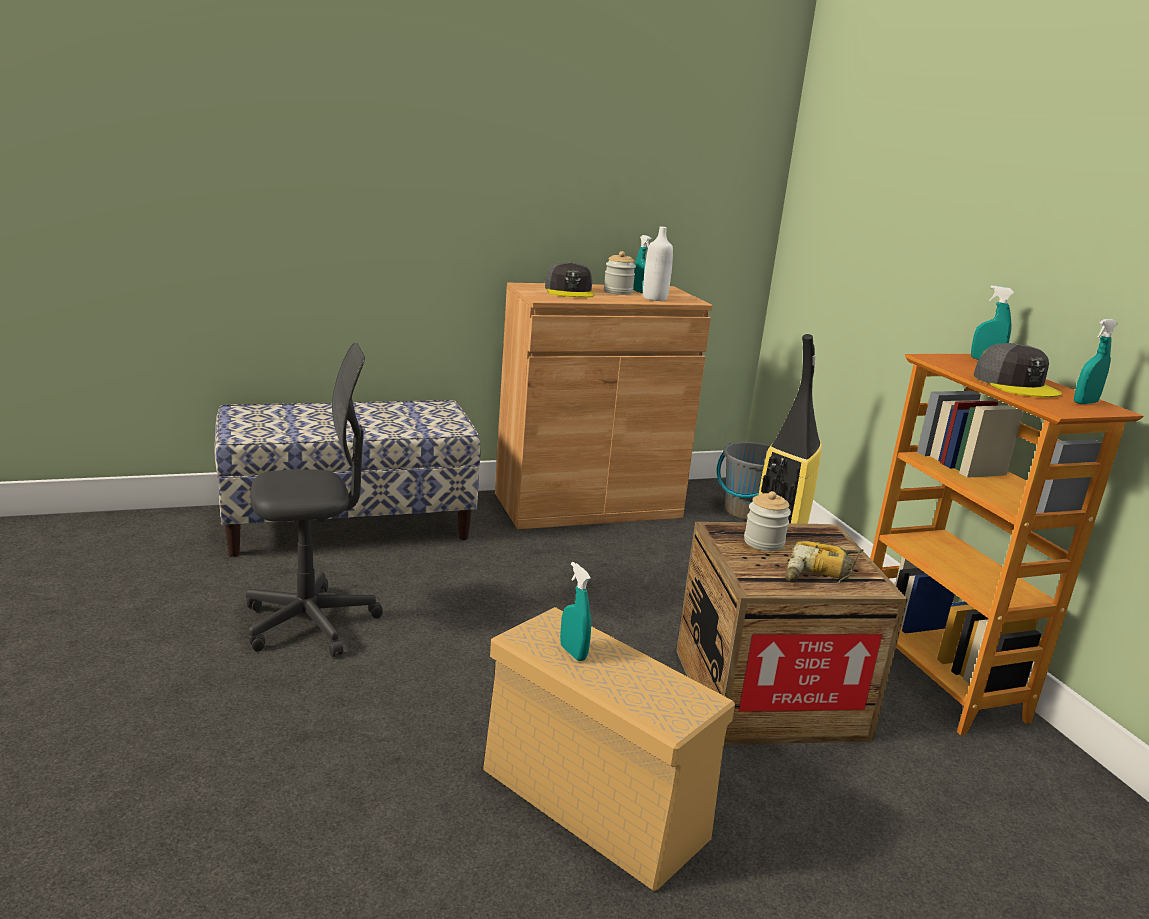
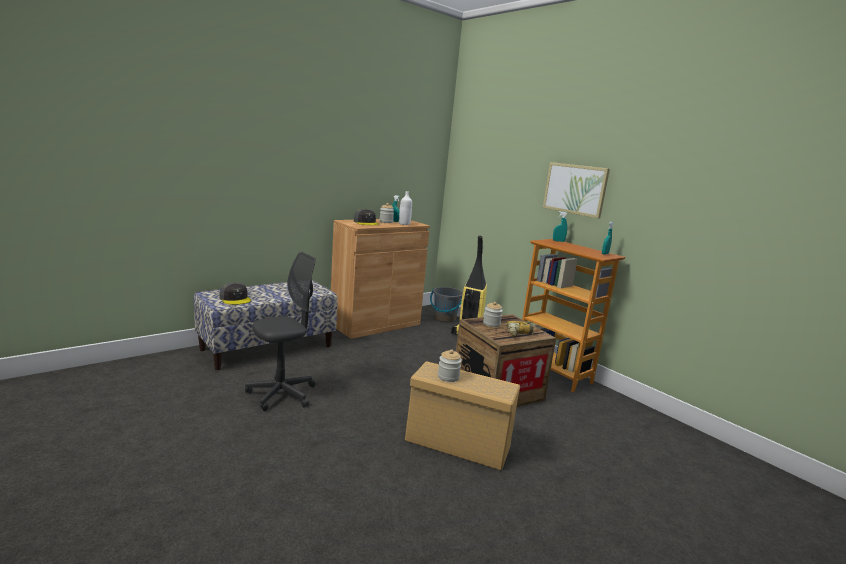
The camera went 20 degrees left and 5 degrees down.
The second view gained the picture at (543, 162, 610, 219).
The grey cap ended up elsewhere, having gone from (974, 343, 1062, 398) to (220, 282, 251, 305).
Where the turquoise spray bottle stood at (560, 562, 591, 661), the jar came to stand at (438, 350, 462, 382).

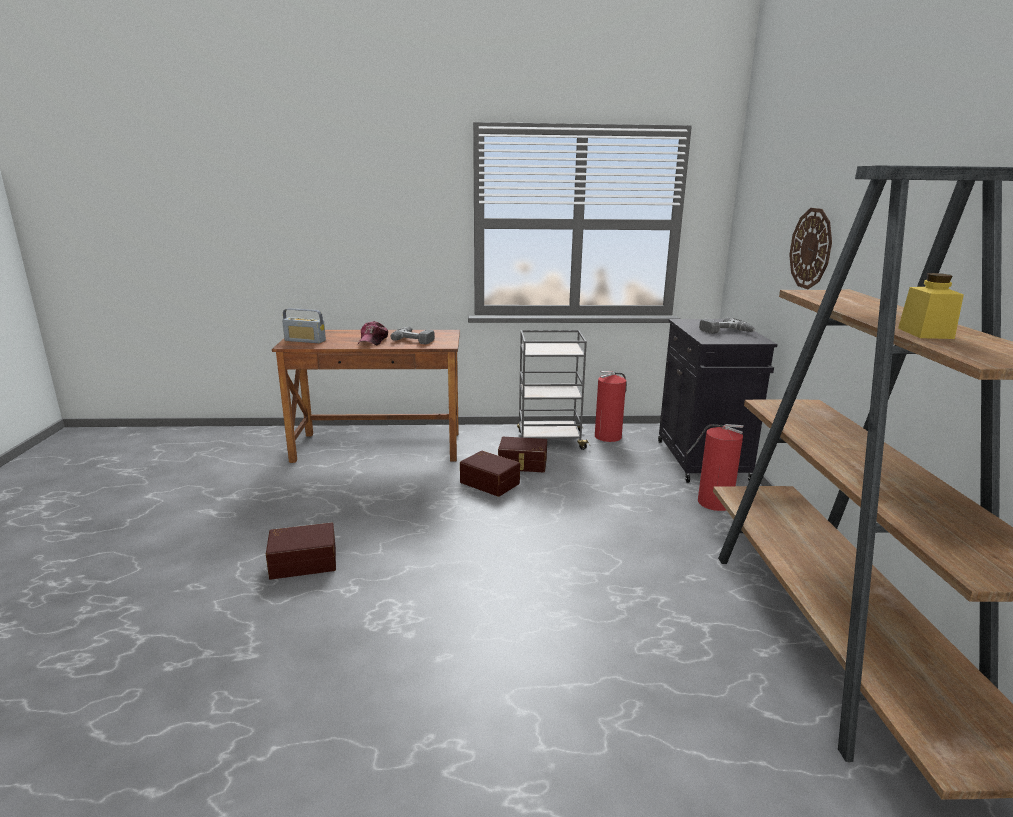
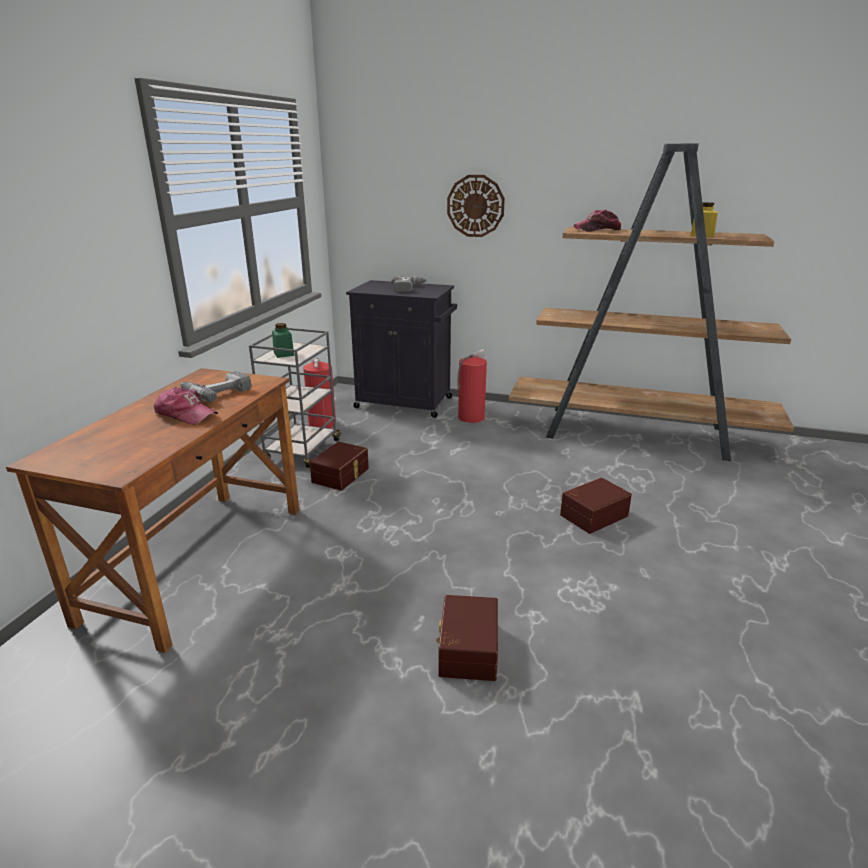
The camera went 70 degrees left and 5 degrees up.
The second view lost the radio at (282, 308, 326, 343).
The second view gained the green jar at (272, 323, 294, 358).
The second view gained the cap at (574, 210, 622, 232).
The brown storage box ended up elsewhere, having gone from (460, 450, 520, 497) to (560, 477, 632, 534).

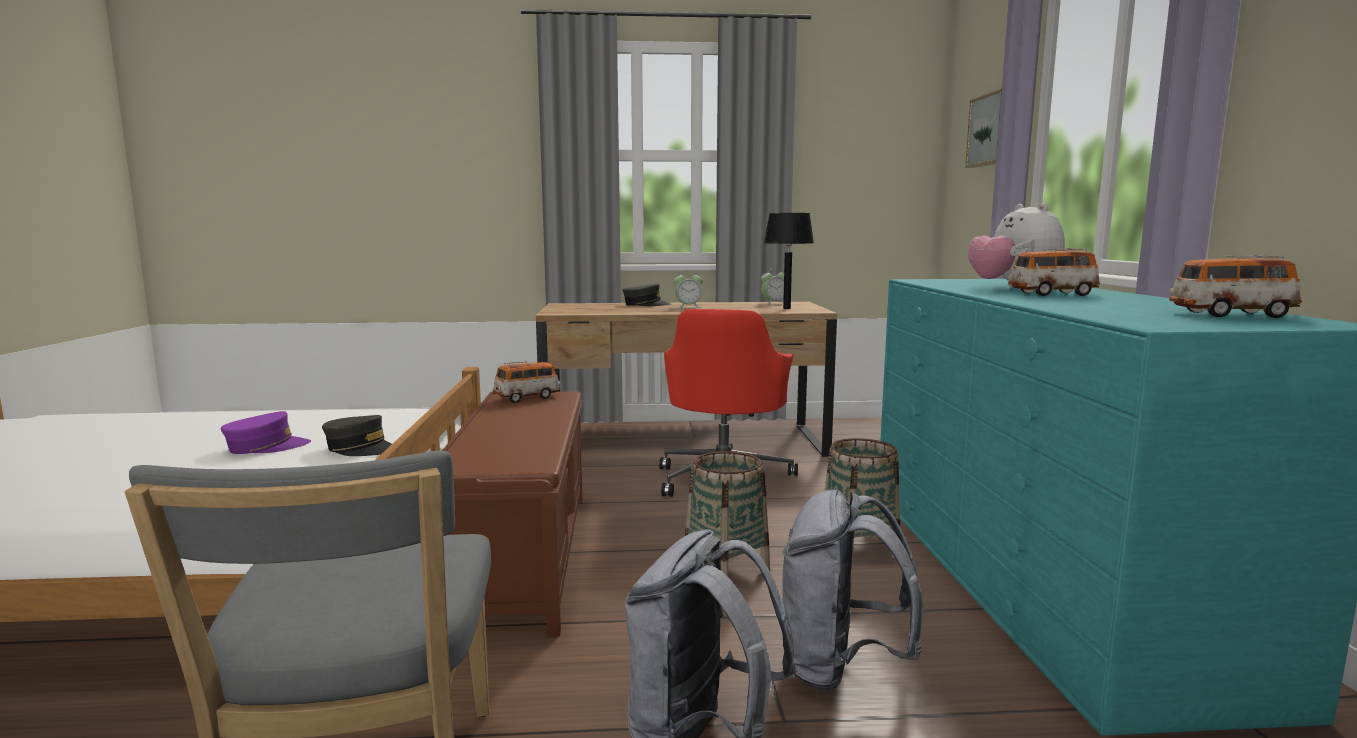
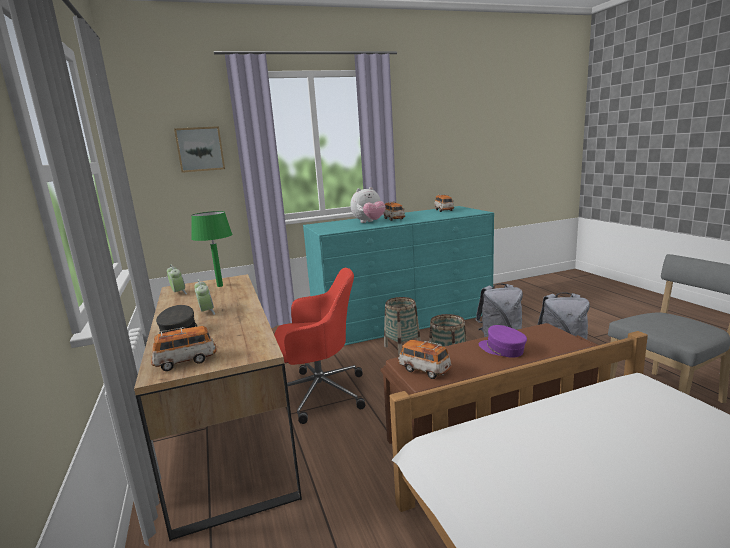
The camera went 105 degrees left and 5 degrees up.
The second view lost the grey cap at (322, 415, 392, 456).
The second view gained the toy car at (151, 326, 217, 371).
The purple cap ended up elsewhere, having gone from (221, 411, 311, 454) to (479, 325, 527, 357).
What was the black table lamp at (764, 213, 814, 309) turned into the green table lamp at (191, 211, 232, 287).

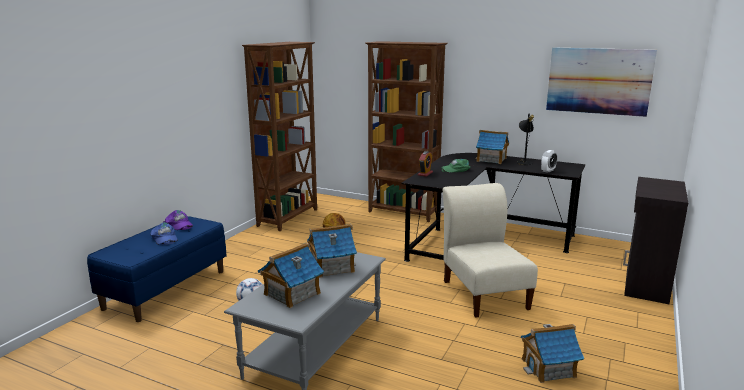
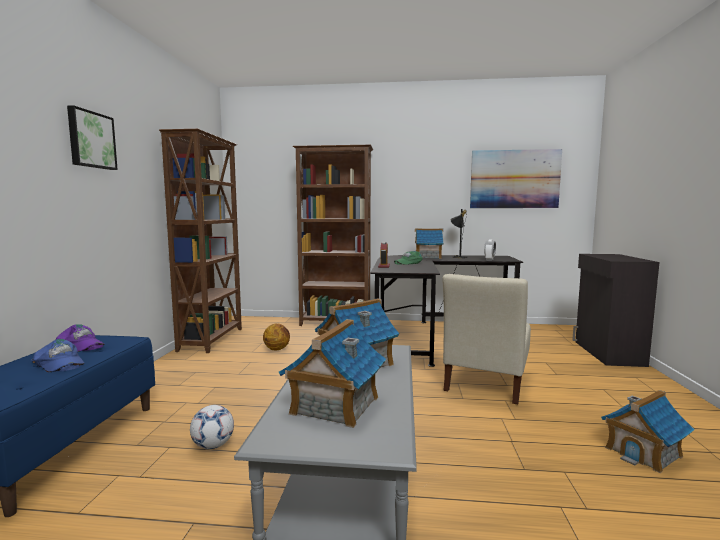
The camera went 20 degrees left and 10 degrees down.
The second view gained the picture at (67, 105, 118, 170).
The beige chair at (443, 183, 538, 318) ended up facing another way, 120 degrees counterclockwise from before.

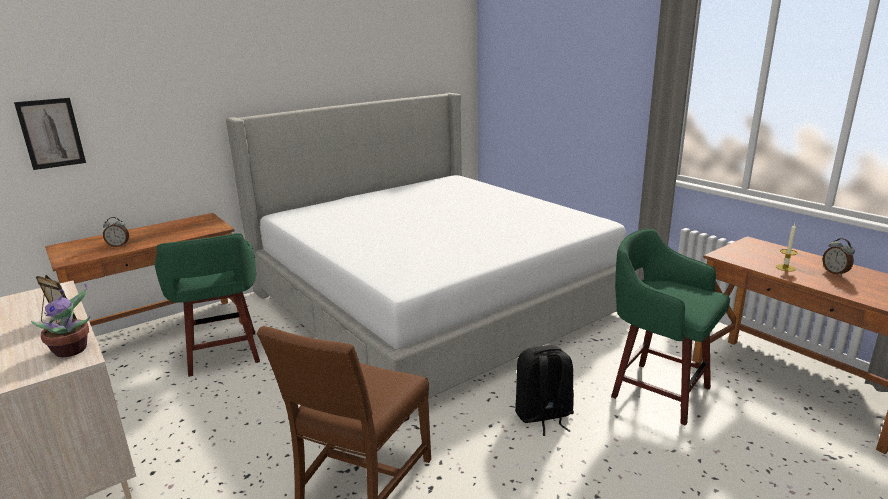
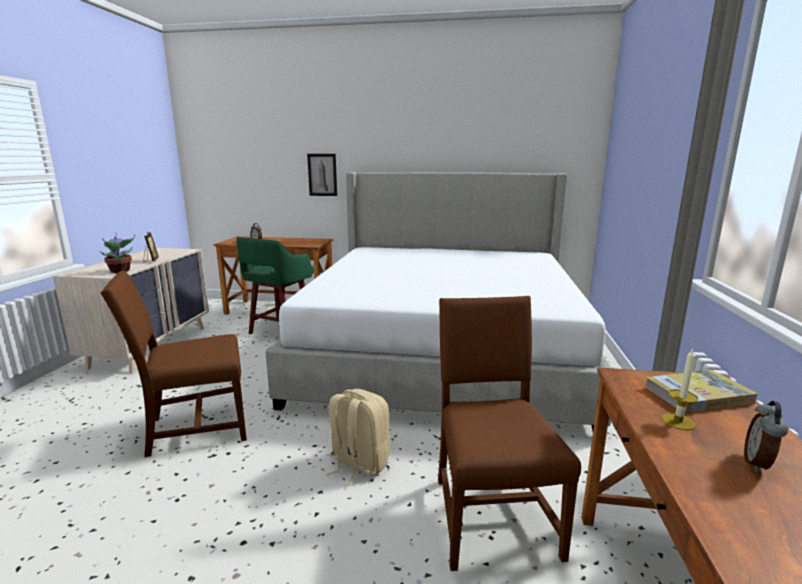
The camera went 45 degrees right and 5 degrees down.
The second view gained the book at (645, 370, 758, 413).
The picture ended up elsewhere, having gone from (14, 98, 86, 170) to (307, 154, 337, 196).
Where the green stool stood at (611, 228, 730, 425), the brown chair came to stand at (438, 296, 581, 571).
What was the black backpack at (515, 345, 574, 436) turned into the beige backpack at (326, 389, 391, 486).

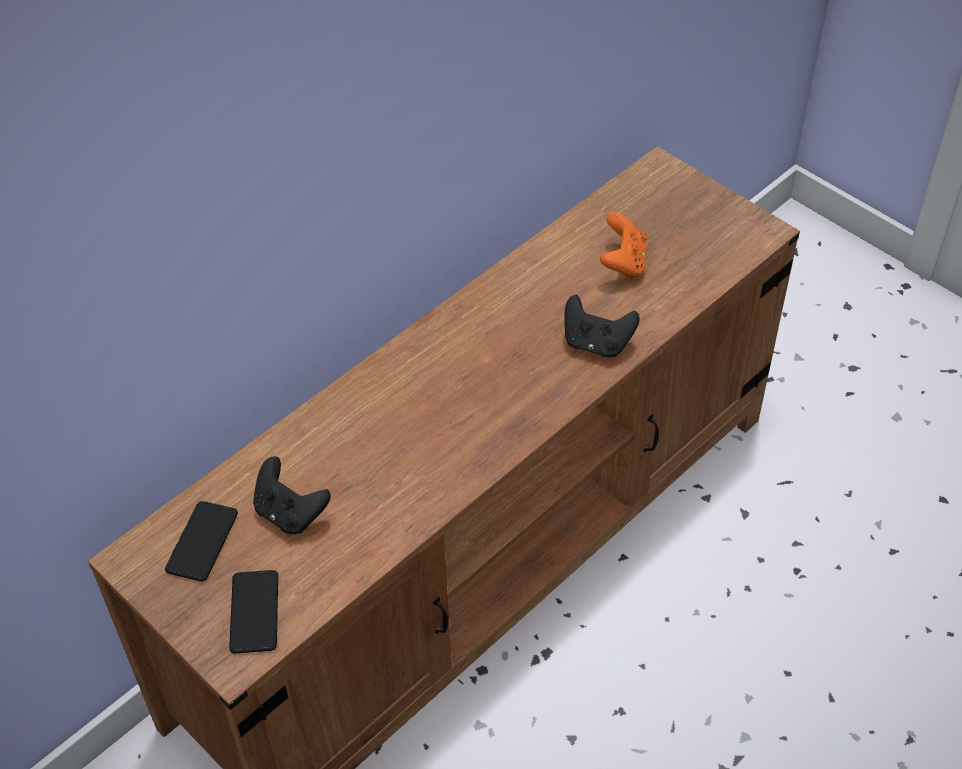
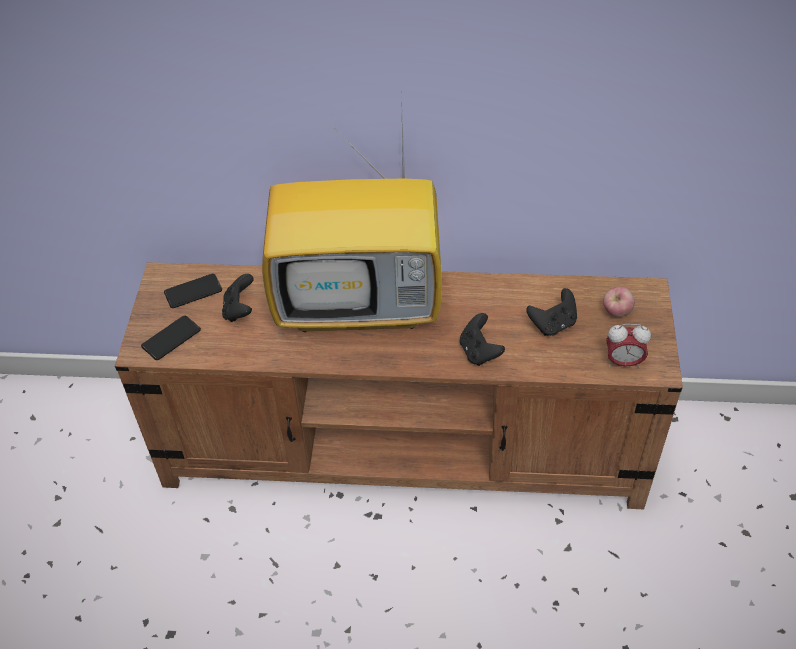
The camera went 50 degrees right and 0 degrees up.
The second view gained the television at (262, 94, 442, 332).
The second view gained the apple at (603, 287, 635, 317).
The second view gained the alarm clock at (606, 324, 651, 368).
What was the orange game controller at (600, 212, 648, 280) turned into the black game controller at (526, 288, 577, 336).

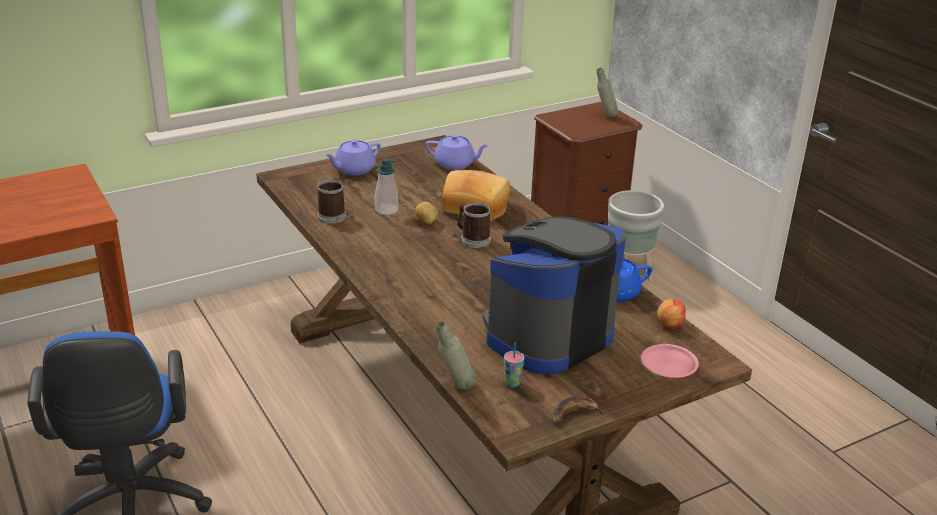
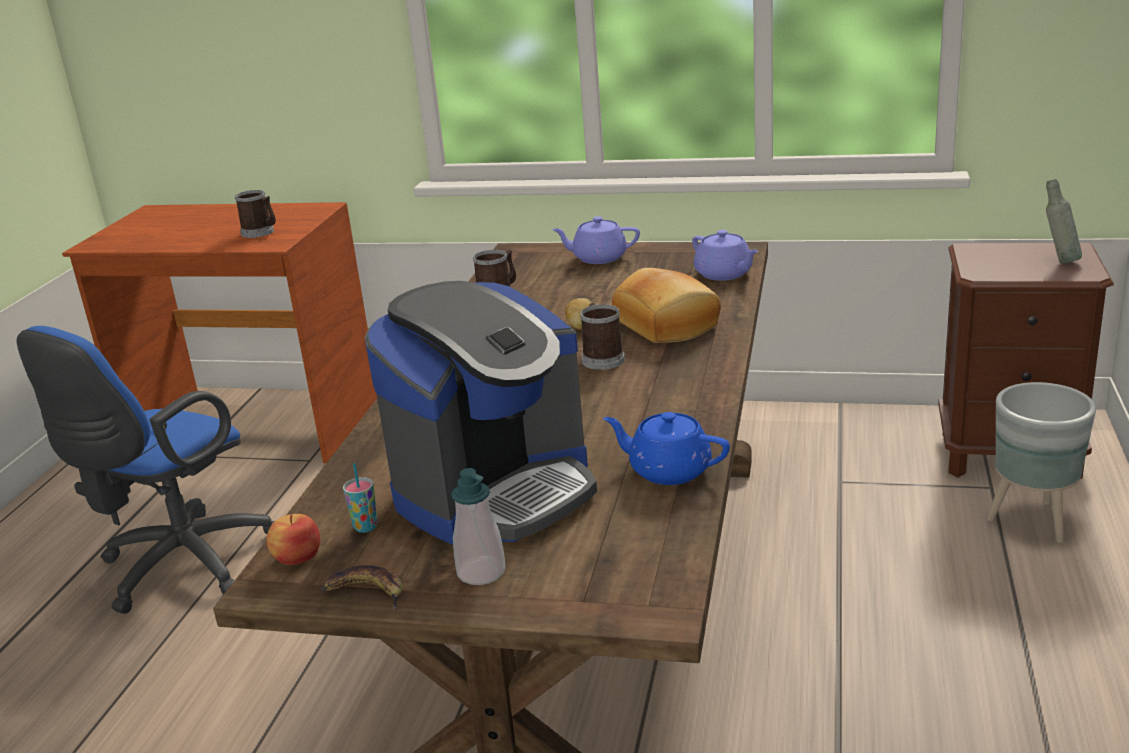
The camera went 45 degrees right and 5 degrees down.
The second view lost the grey bottle at (436, 321, 476, 390).
The second view lost the pink plate at (641, 344, 699, 378).
The second view gained the mug at (235, 190, 276, 238).
The soap dispenser ended up elsewhere, having gone from (375, 158, 398, 215) to (451, 468, 506, 585).
The apple ended up elsewhere, having gone from (657, 299, 686, 329) to (266, 514, 320, 565).
The coffee machine at (483, 217, 626, 374) ended up facing another way, 135 degrees clockwise from before.

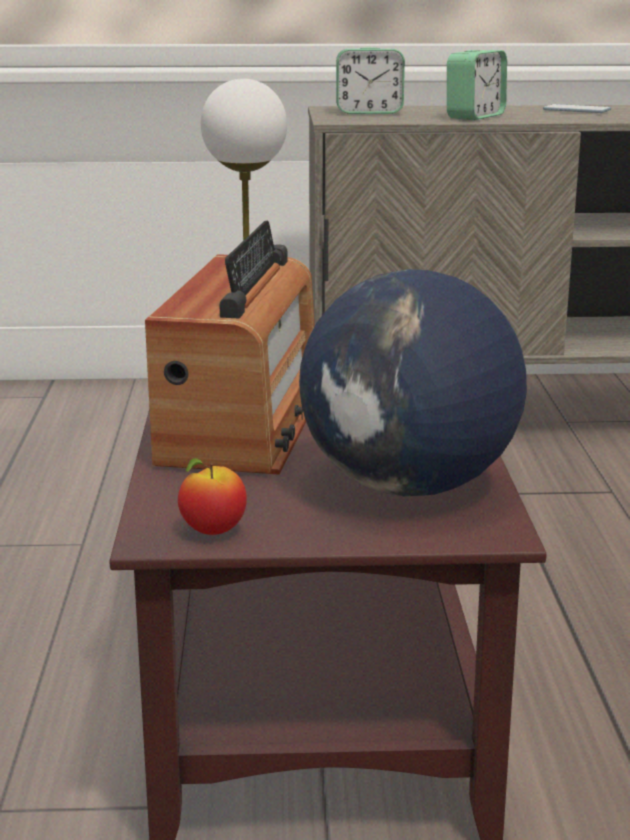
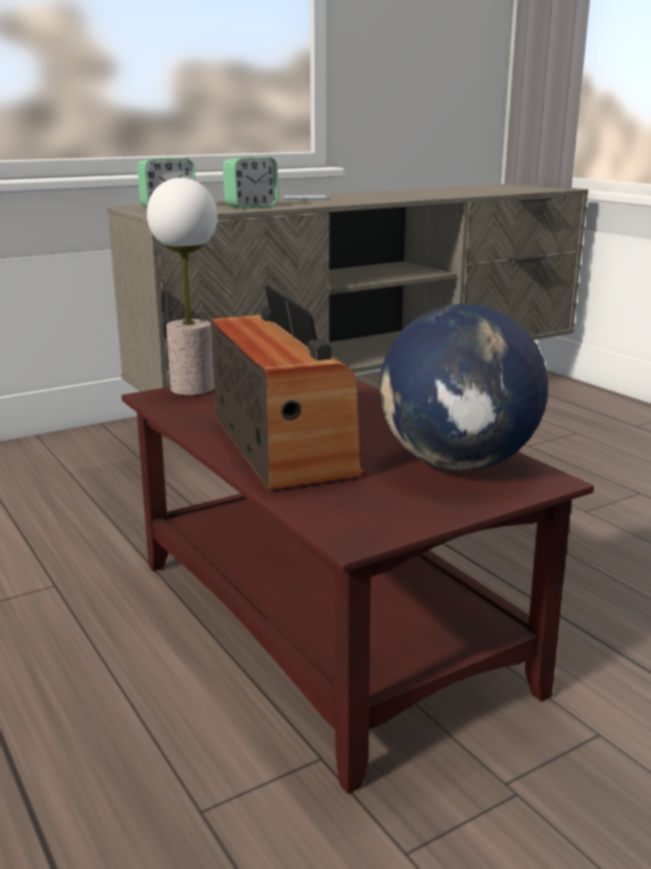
The camera went 30 degrees left and 0 degrees up.
The second view lost the apple at (178, 458, 247, 535).
The alarm clock at (447, 50, 507, 120) ended up facing another way, 45 degrees clockwise from before.

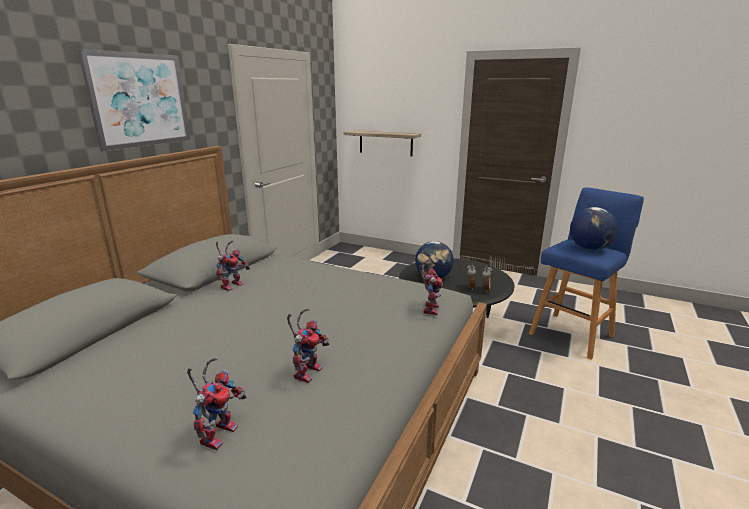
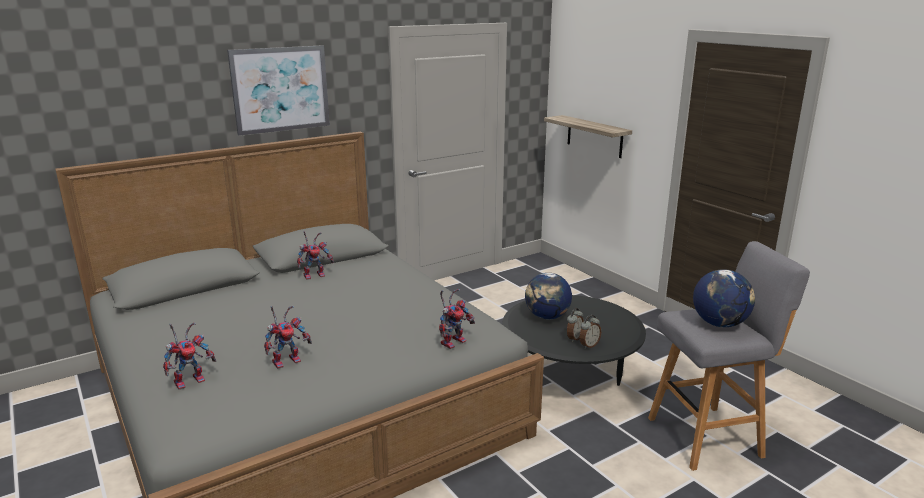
The camera went 30 degrees right and 0 degrees up.
What was the blue stool at (529, 187, 644, 360) turned into the grey stool at (648, 241, 810, 471).

